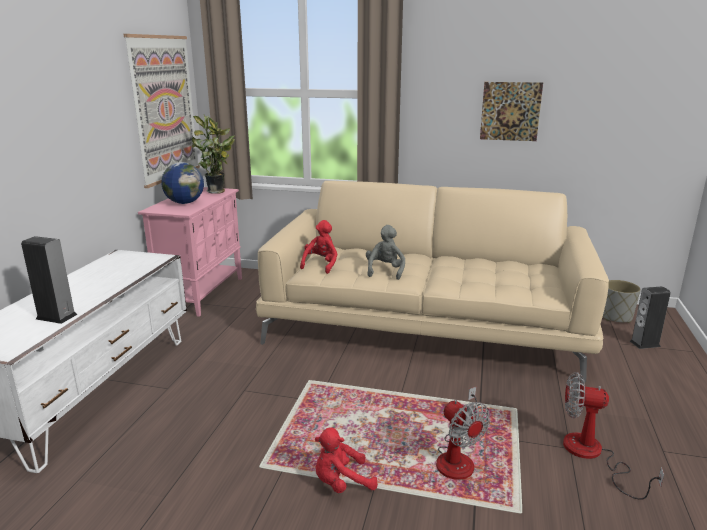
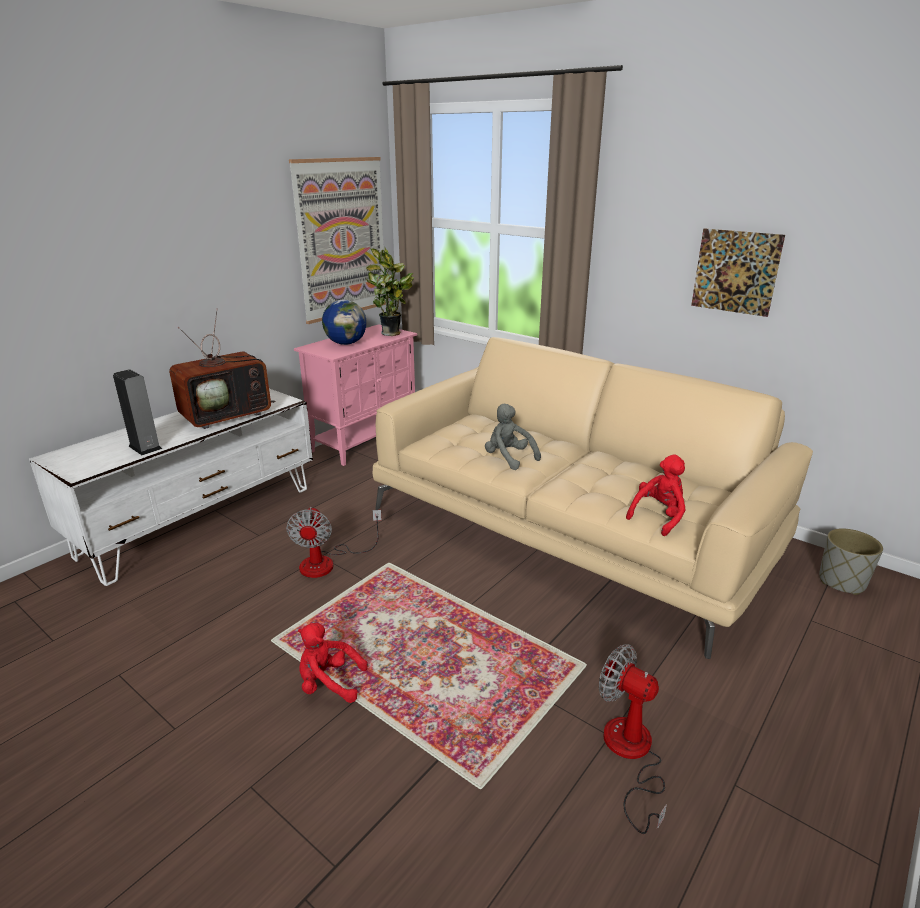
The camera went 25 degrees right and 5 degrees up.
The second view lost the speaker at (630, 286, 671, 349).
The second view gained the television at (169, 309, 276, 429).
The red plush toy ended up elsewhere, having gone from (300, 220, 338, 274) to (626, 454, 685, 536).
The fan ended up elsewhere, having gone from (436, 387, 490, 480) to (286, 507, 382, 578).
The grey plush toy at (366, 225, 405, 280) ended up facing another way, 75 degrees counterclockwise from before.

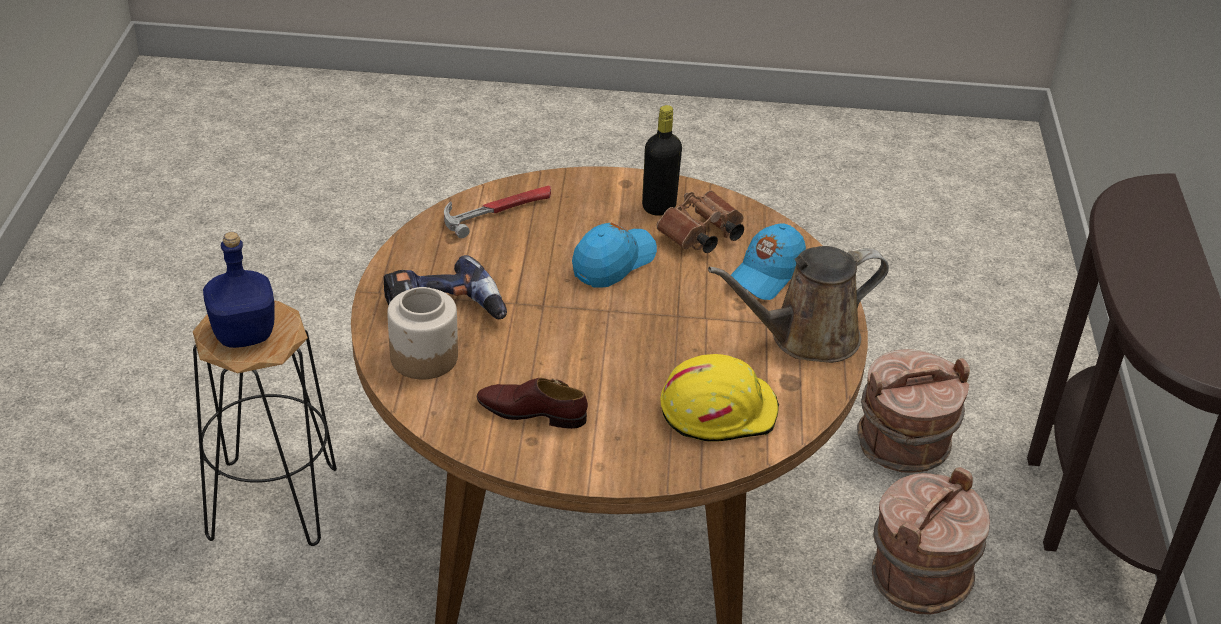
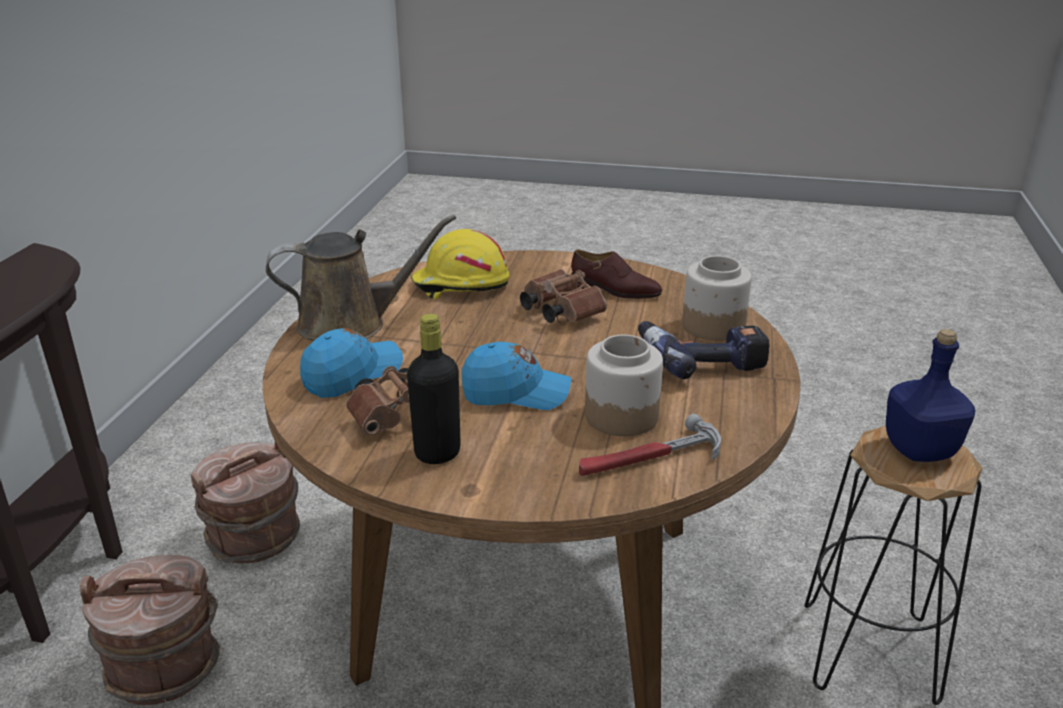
The camera went 170 degrees left and 10 degrees down.
The second view gained the brown binoculars at (520, 269, 607, 325).
The second view gained the jar at (585, 335, 663, 436).
The blue cap at (572, 223, 657, 288) ended up facing another way, 135 degrees counterclockwise from before.

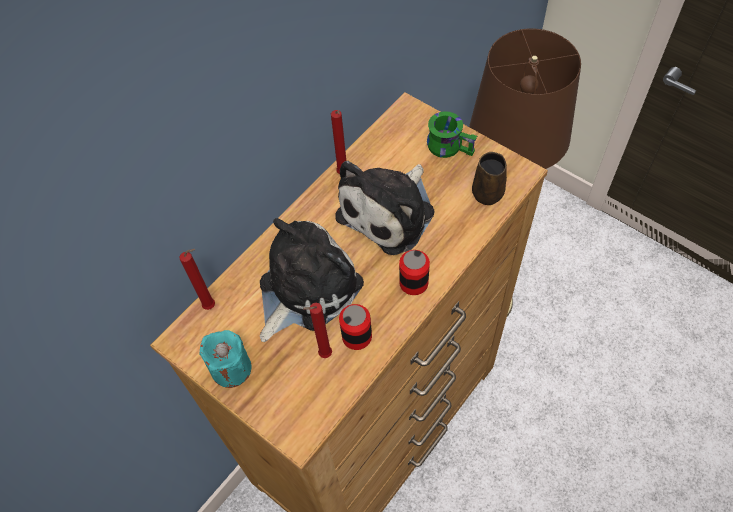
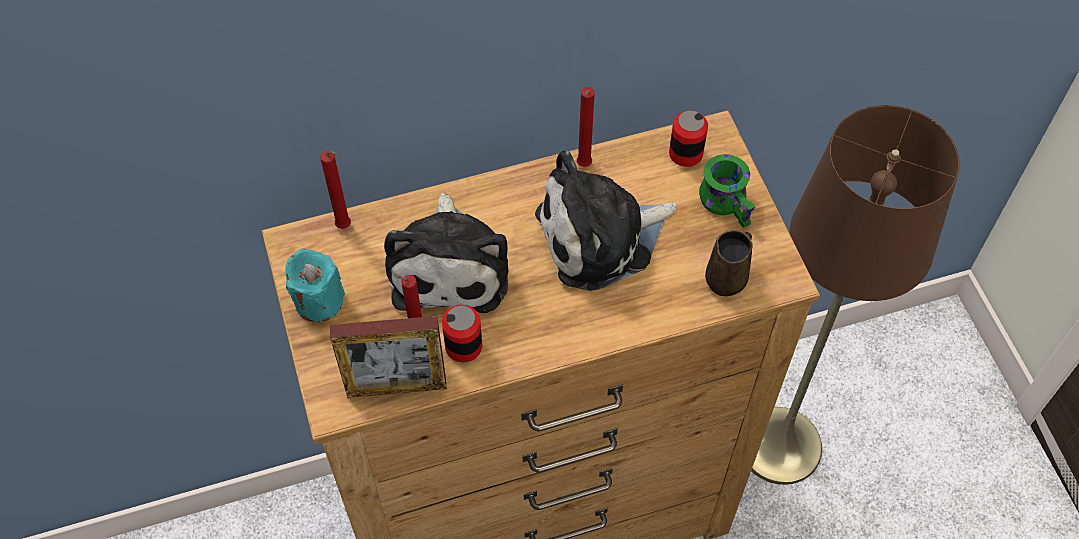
The camera went 30 degrees right and 0 degrees up.
The second view gained the picture frame at (330, 316, 447, 398).
The can ended up elsewhere, having gone from (399, 250, 430, 295) to (669, 110, 708, 167).
The plush toy at (260, 218, 364, 342) ended up facing another way, 105 degrees clockwise from before.

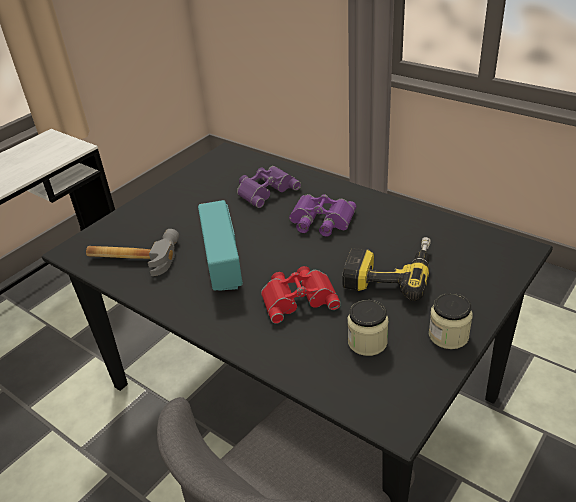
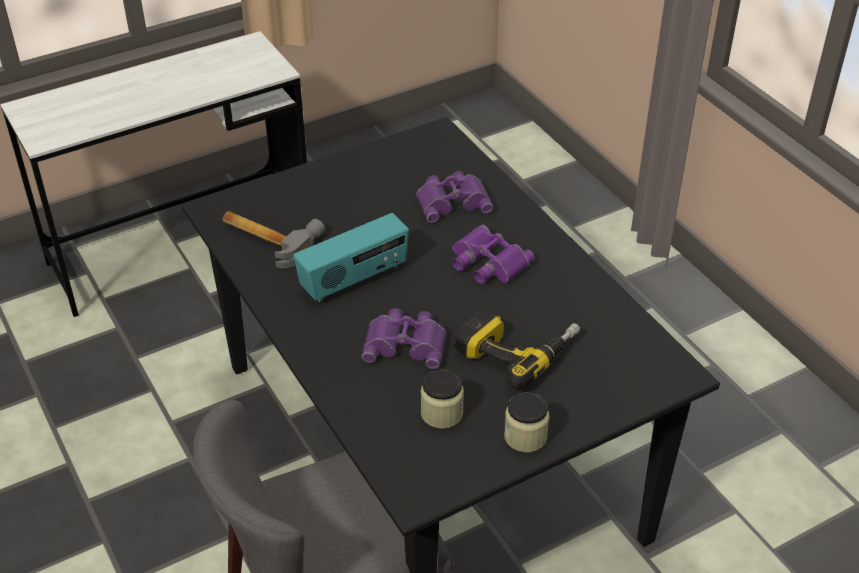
The camera went 20 degrees right and 5 degrees up.
What was the red binoculars at (261, 266, 341, 324) turned into the purple binoculars at (362, 308, 446, 369).
The radio at (198, 200, 243, 291) ended up facing another way, 45 degrees clockwise from before.

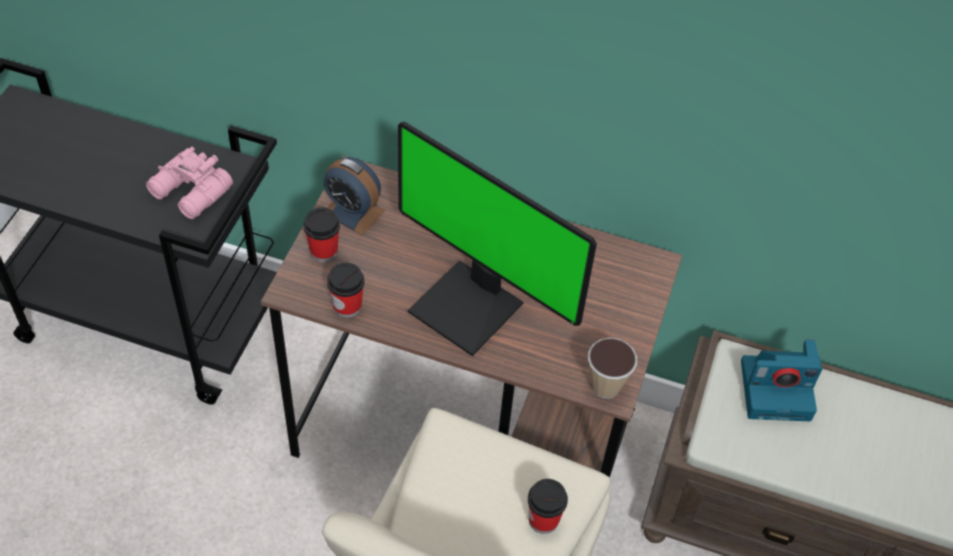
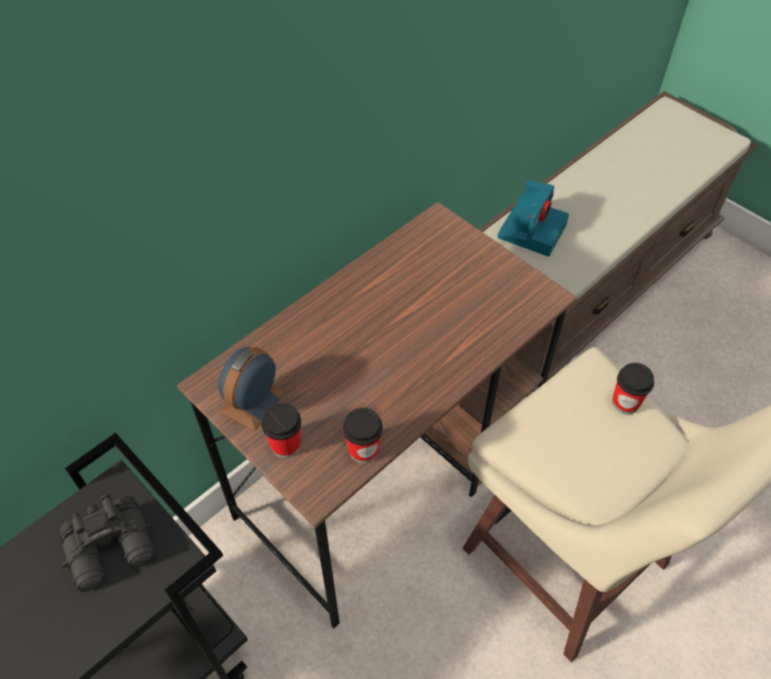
The camera went 60 degrees left and 0 degrees up.
The second view lost the monitor at (398, 121, 597, 356).
The second view lost the cup at (588, 338, 637, 399).
What was the pink binoculars at (146, 147, 233, 219) turned into the black binoculars at (59, 494, 156, 592).
The alarm clock at (324, 157, 385, 235) ended up facing another way, 150 degrees clockwise from before.

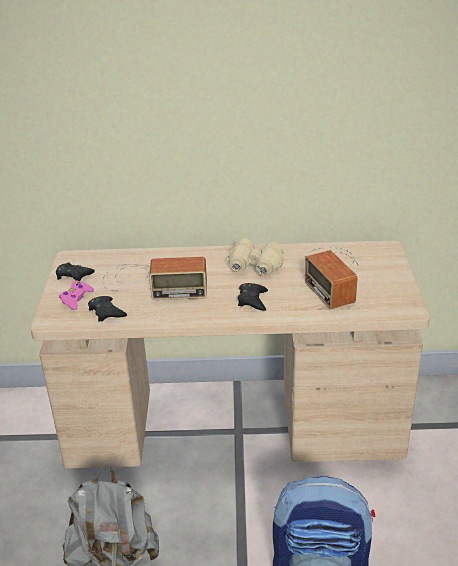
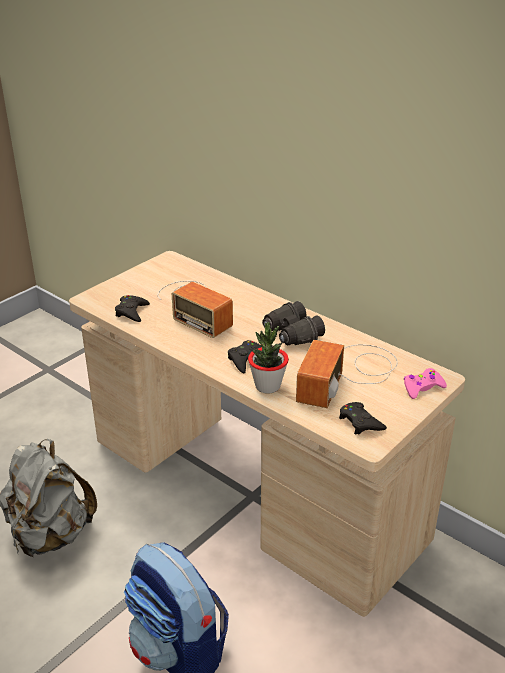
The camera went 40 degrees right and 0 degrees up.
The second view gained the potted plant at (248, 322, 289, 393).
The black game controller ended up elsewhere, having gone from (56, 263, 95, 281) to (339, 402, 387, 435).
The pink game controller ended up elsewhere, having gone from (59, 281, 94, 310) to (404, 368, 447, 399).
What was the beige binoculars at (227, 239, 284, 276) turned into the black binoculars at (262, 301, 325, 345).

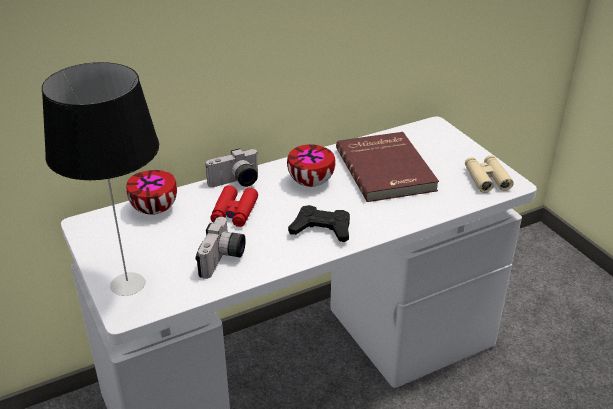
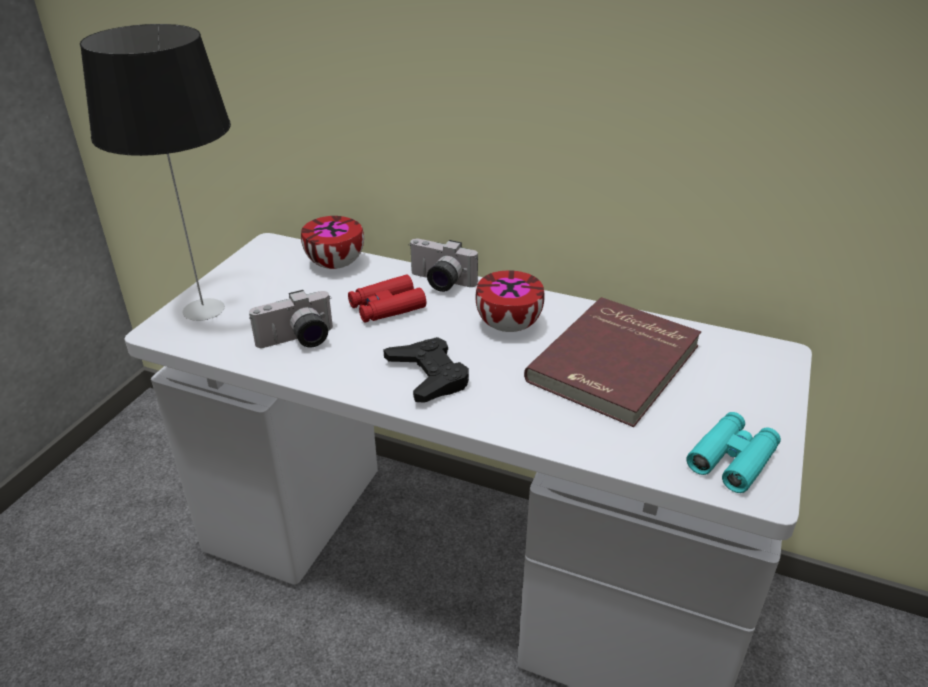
The camera went 50 degrees right and 0 degrees up.
What was the beige binoculars at (465, 155, 513, 193) turned into the turquoise binoculars at (686, 412, 781, 493).

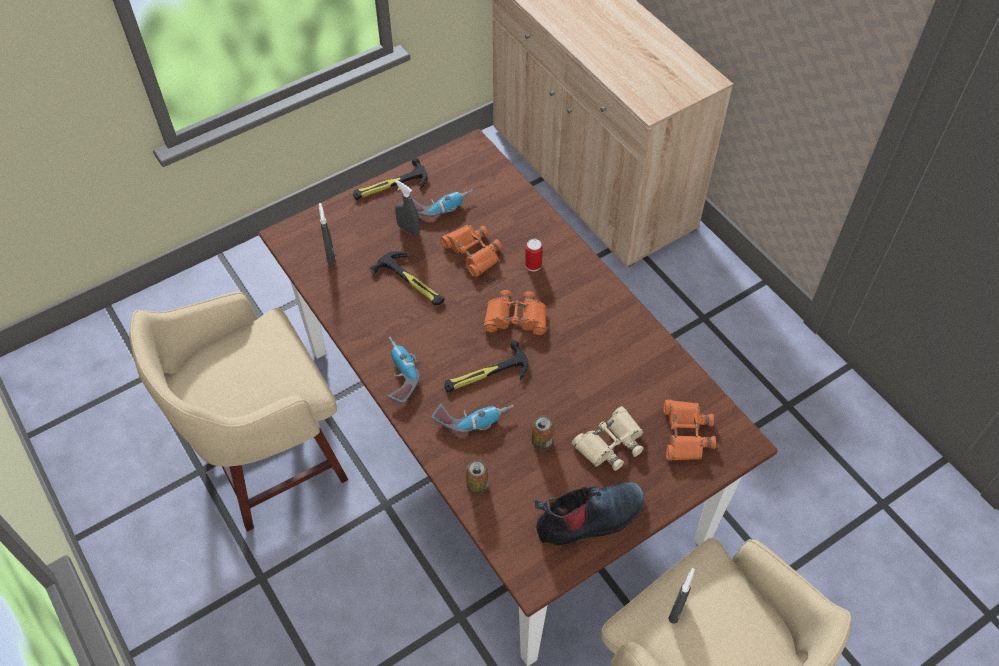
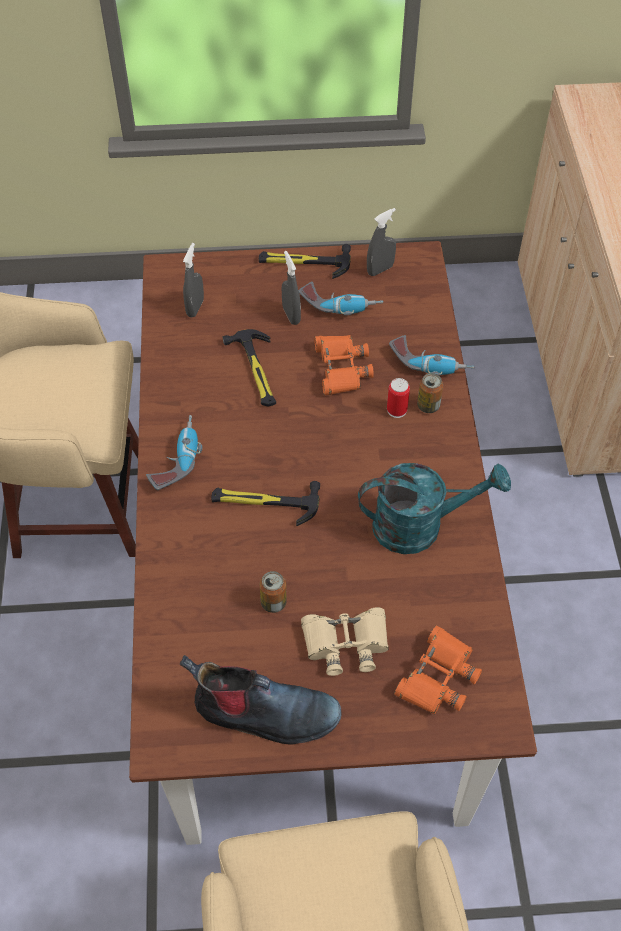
The camera went 30 degrees right and 0 degrees up.
The second view lost the orange binoculars at (483, 290, 547, 335).
The second view gained the turquoise watering can at (358, 463, 511, 554).
The power drill ended up elsewhere, having gone from (432, 404, 514, 433) to (389, 335, 475, 375).
The can ended up elsewhere, having gone from (466, 460, 488, 494) to (417, 373, 443, 413).
The grey spray bottle ended up elsewhere, having gone from (668, 568, 695, 624) to (367, 208, 396, 276).

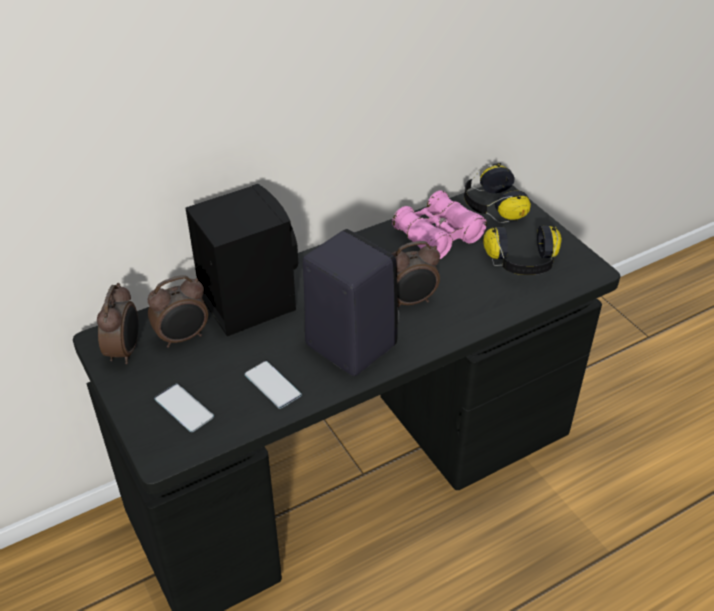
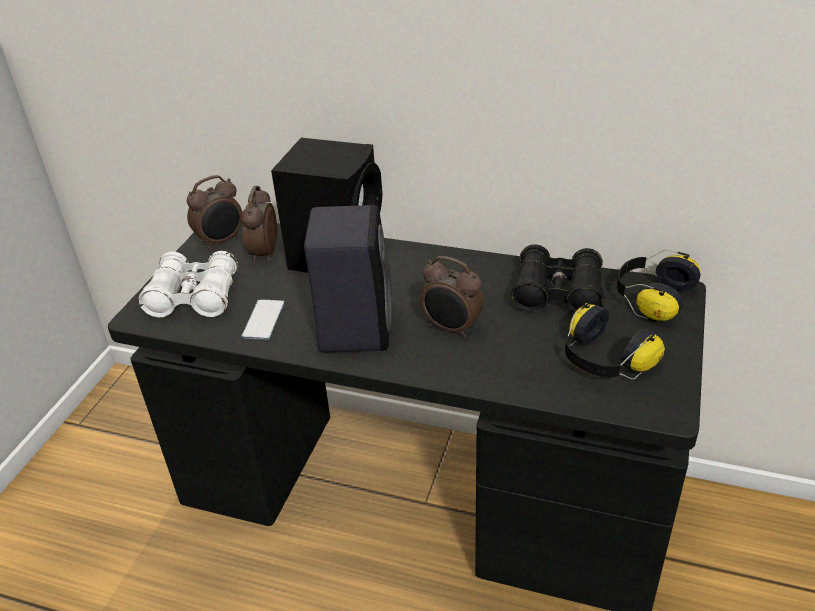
The camera went 50 degrees right and 5 degrees down.
Where the phone stood at (154, 384, 214, 432), the white binoculars came to stand at (138, 251, 238, 318).
What was the pink binoculars at (392, 190, 487, 259) turned into the black binoculars at (511, 245, 605, 313).
The alarm clock at (148, 275, 208, 348) ended up facing another way, 75 degrees clockwise from before.

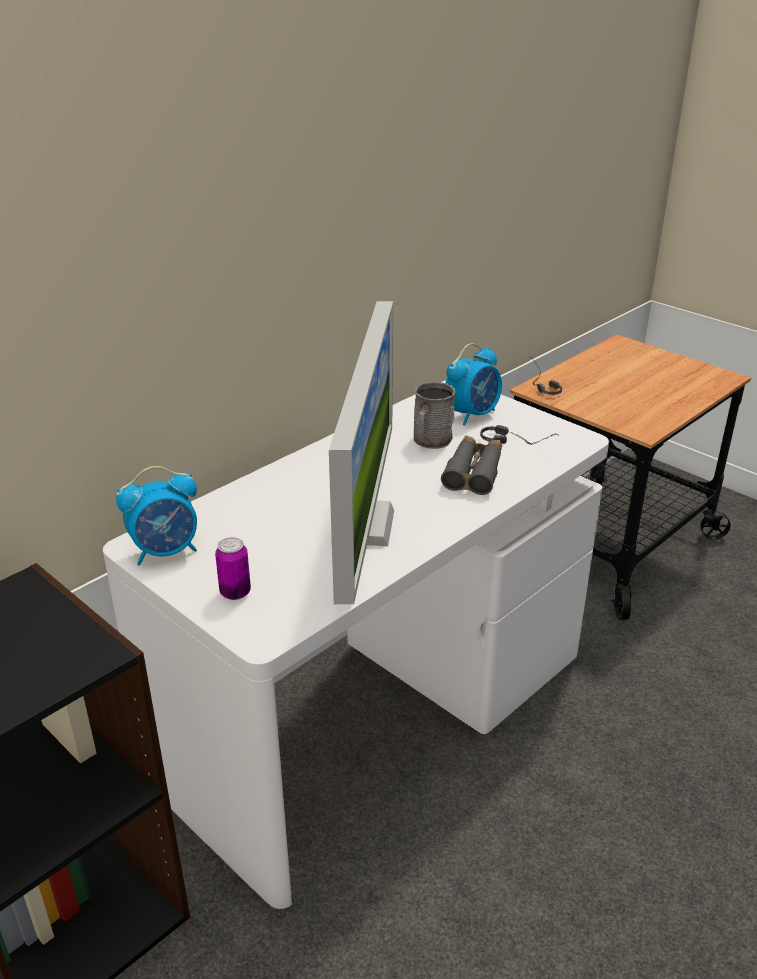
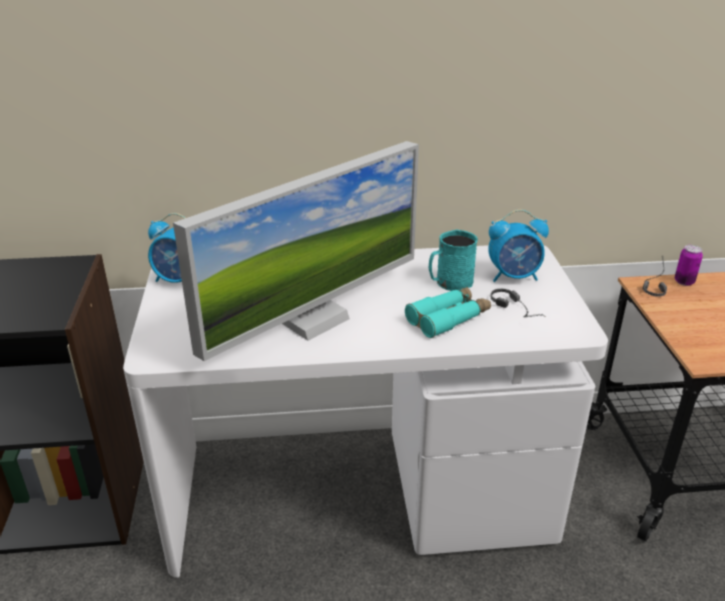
The camera went 40 degrees right and 0 degrees up.
The can ended up elsewhere, having gone from (215, 537, 251, 600) to (675, 245, 703, 286).
What was the grey mug at (414, 382, 455, 449) turned into the turquoise mug at (429, 229, 478, 291).
What was the grey binoculars at (441, 436, 502, 495) turned into the turquoise binoculars at (405, 287, 491, 338).

